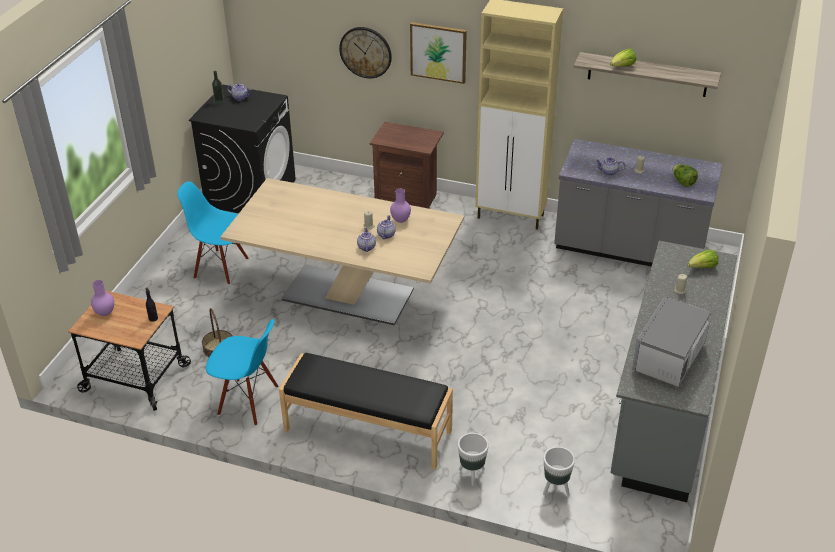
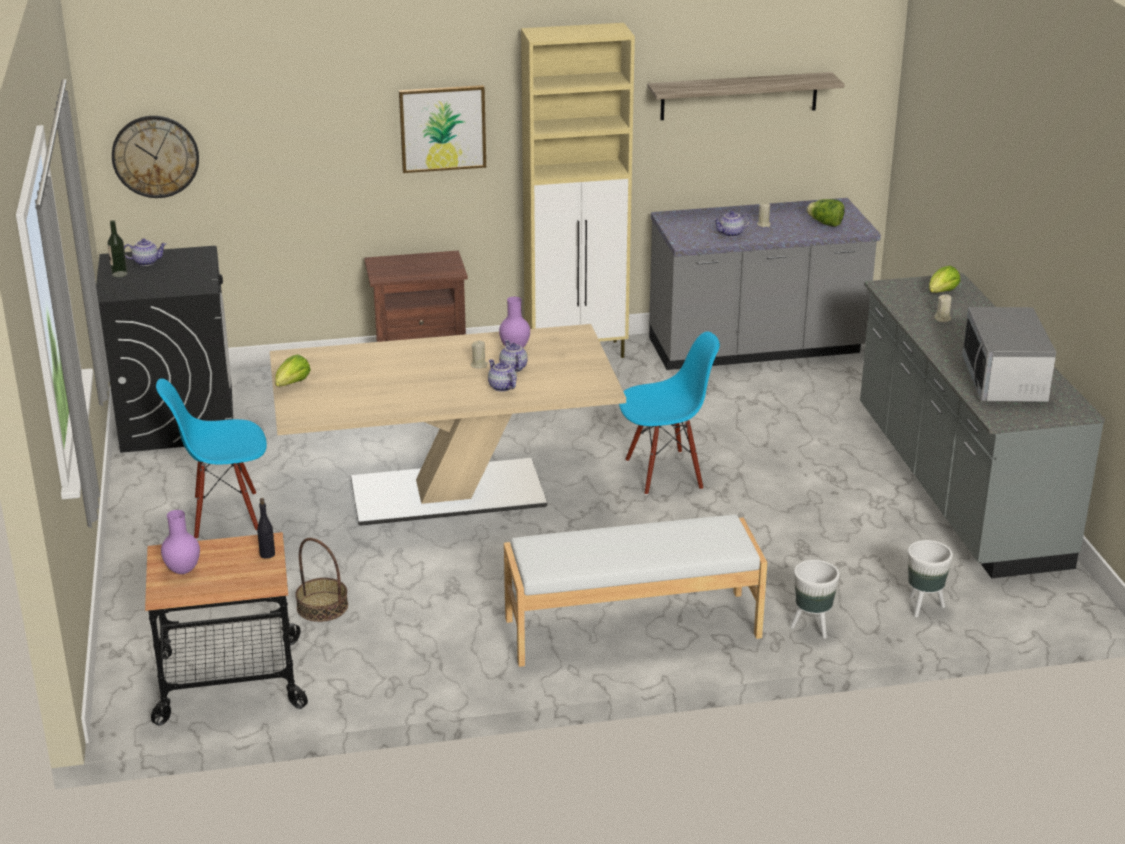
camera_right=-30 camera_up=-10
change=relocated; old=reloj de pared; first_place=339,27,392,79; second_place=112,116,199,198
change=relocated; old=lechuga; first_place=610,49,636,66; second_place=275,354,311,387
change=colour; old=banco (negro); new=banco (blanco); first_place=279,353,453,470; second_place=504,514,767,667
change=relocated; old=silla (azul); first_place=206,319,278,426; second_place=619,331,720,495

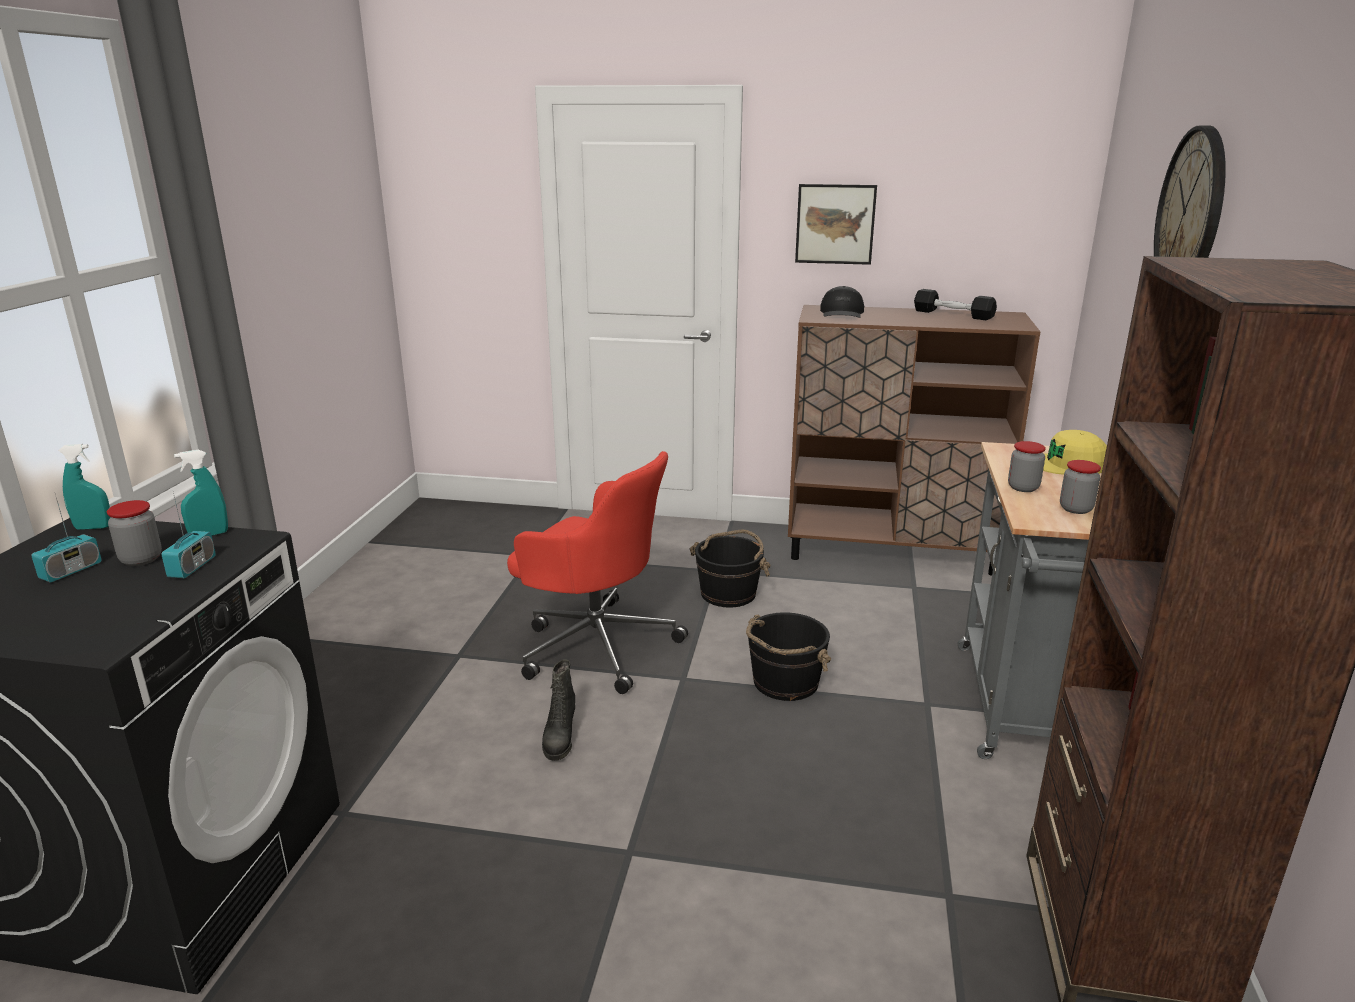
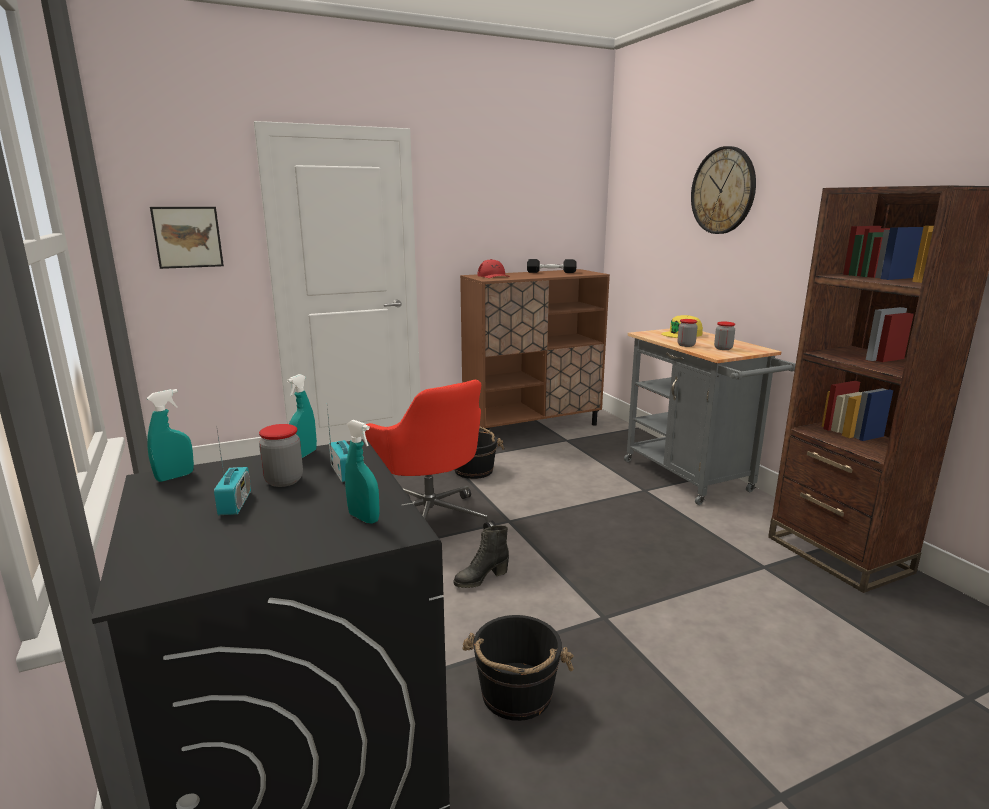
camera_right=-35 camera_up=-5
change=relocated; old=cuadro; first_place=795,184,877,265; second_place=150,207,224,269
change=appeared; new=pulverizador (turquesa); second_place=345,420,380,524
change=spun; old=silla de oficina (rojo); first_place=507,451,688,694; second_place=365,380,496,529; degrees=60
change=spun; old=bota (negro); first_place=542,659,575,761; second_place=454,526,509,588; degrees=90
change=relocated; old=cubo (negro); first_place=746,612,831,701; second_place=462,615,574,721
change=colour; old=gorra (negro); new=gorra (rojo); first_place=820,286,864,318; second_place=478,259,510,278

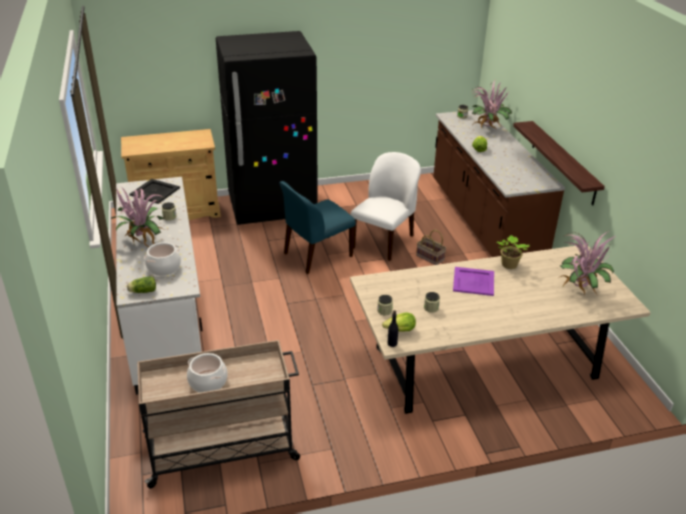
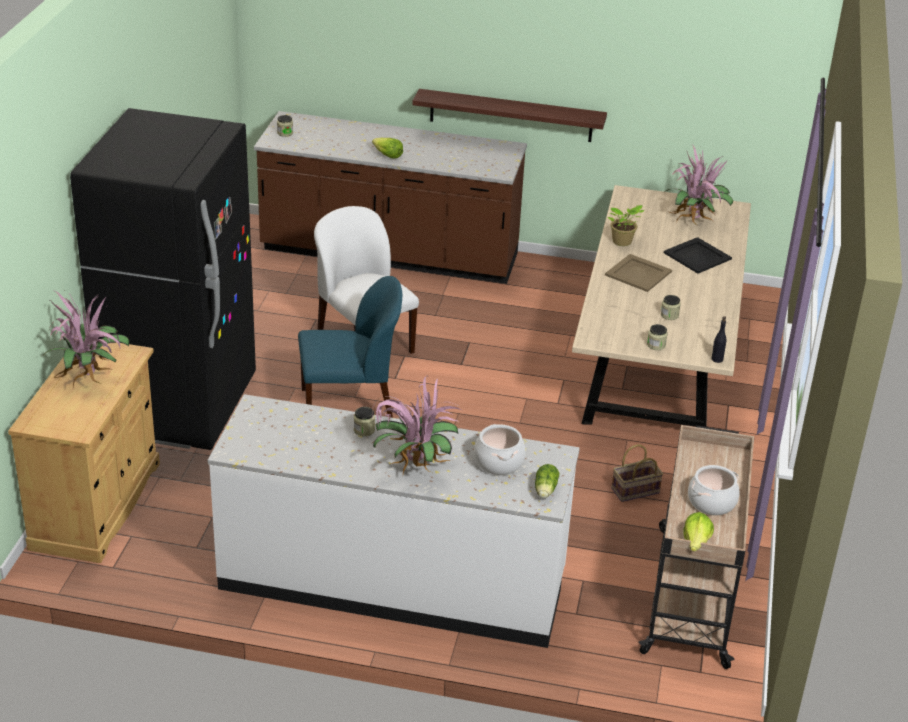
camera_right=-65 camera_up=0
change=relocated; old=planta en maceta; first_place=472,80,512,129; second_place=44,291,129,388
change=spun; old=silla (azul); first_place=279,181,356,274; second_place=298,276,402,418; degrees=-90
change=colour; old=bandeja (morado); new=bandeja (beis); first_place=453,267,494,296; second_place=605,254,672,292
change=relocated; old=cesta; first_place=416,230,446,265; second_place=612,444,663,502
change=relocated; old=bandeja (negro); first_place=129,179,180,204; second_place=664,237,732,273
change=relocated; old=lechuga; first_place=382,312,416,332; second_place=683,512,714,552

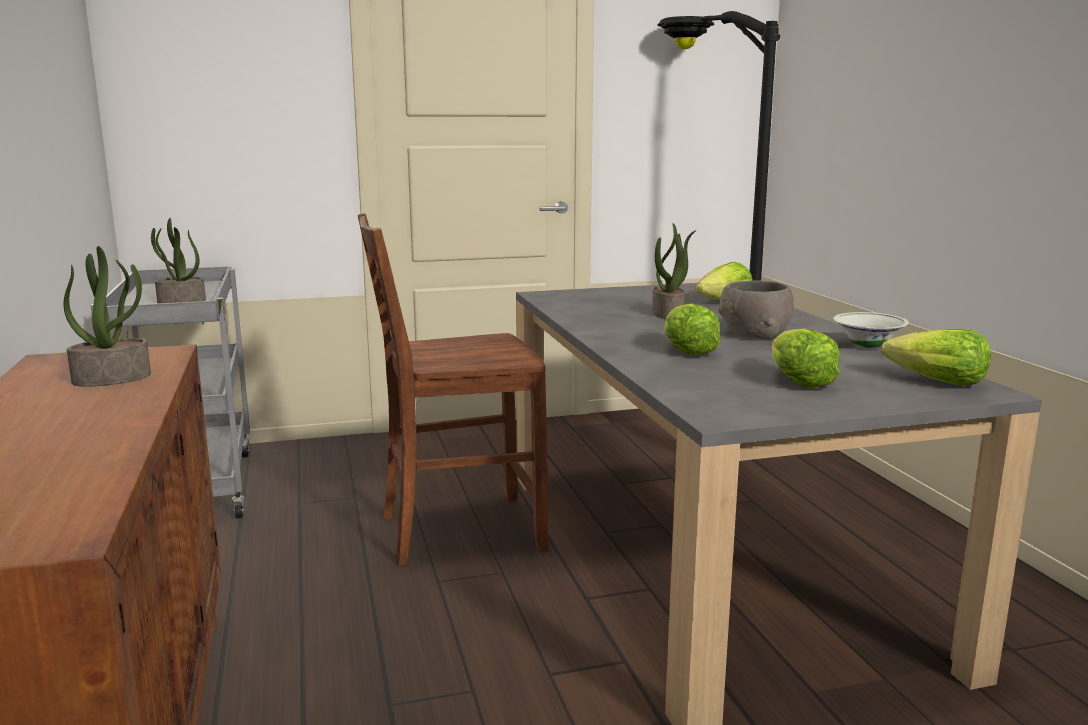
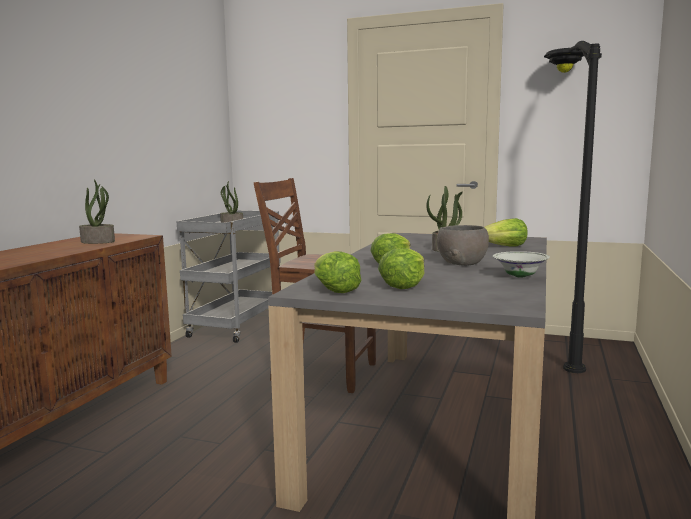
camera_right=35 camera_up=-5
change=relocated; old=lechuga; first_place=881,329,991,386; second_place=314,251,361,293

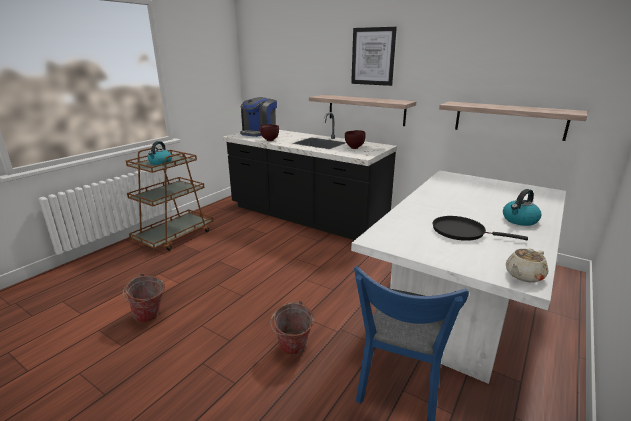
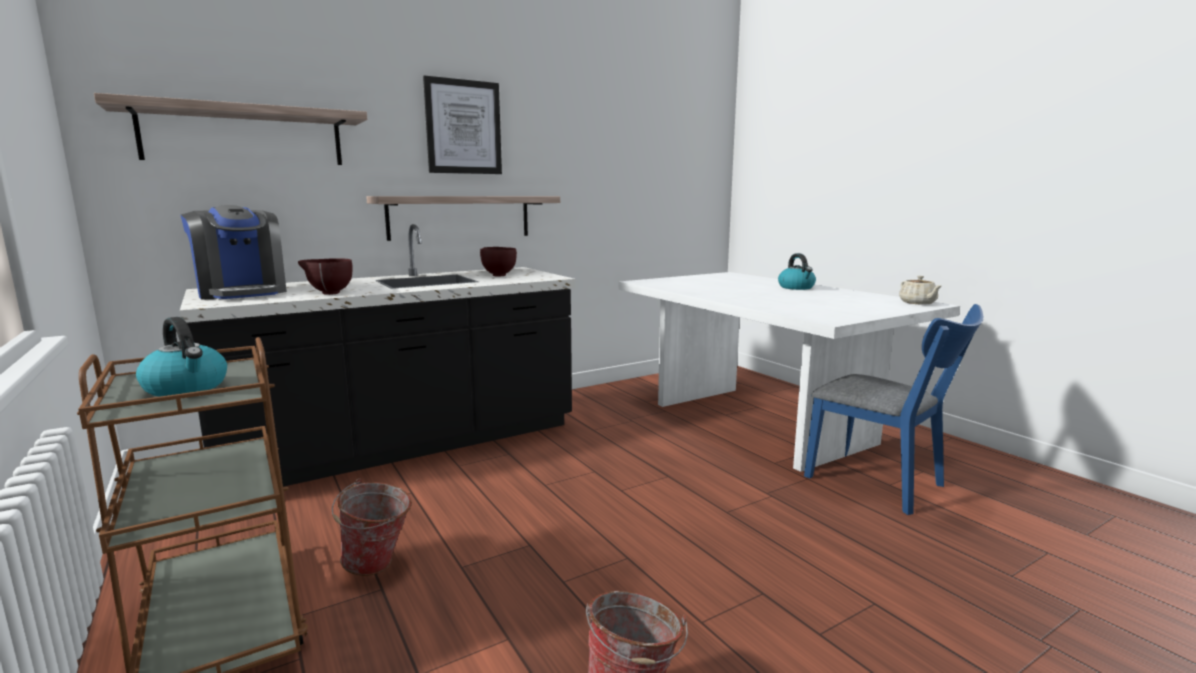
camera_right=-65 camera_up=-10
change=relocated; old=estante; first_place=439,101,587,141; second_place=94,93,367,165
change=relocated; old=cubo; first_place=271,301,314,355; second_place=332,479,412,576
change=missing; old=sartén (negro); first_place=433,216,528,241

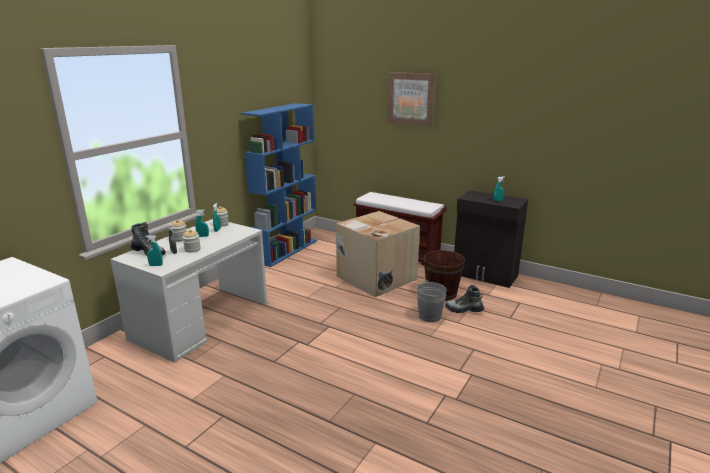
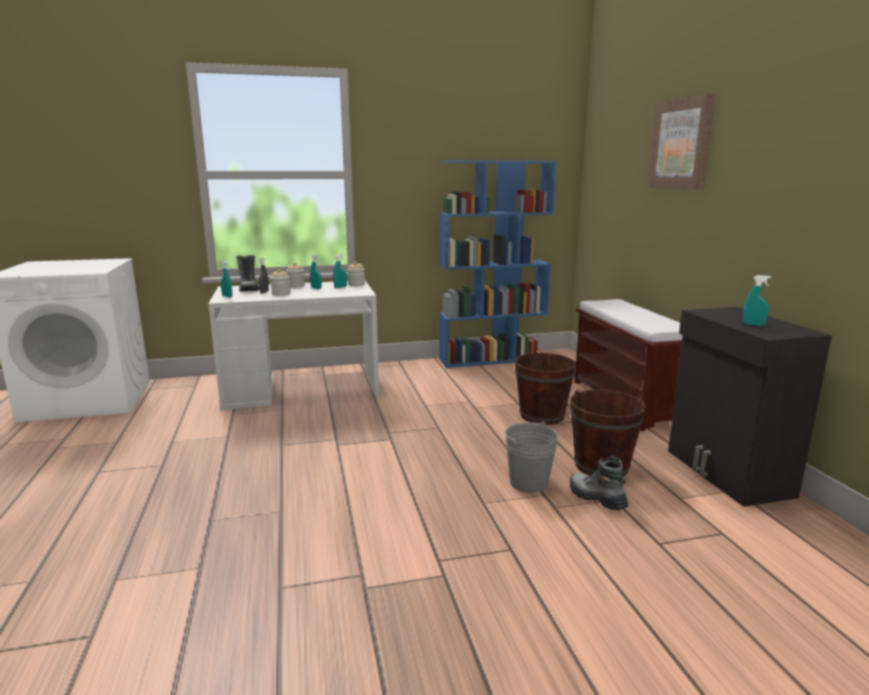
camera_right=45 camera_up=-5
change=exchanged; old=caja de cartón; new=cubo (marrón); first_place=336,211,420,297; second_place=515,353,576,425

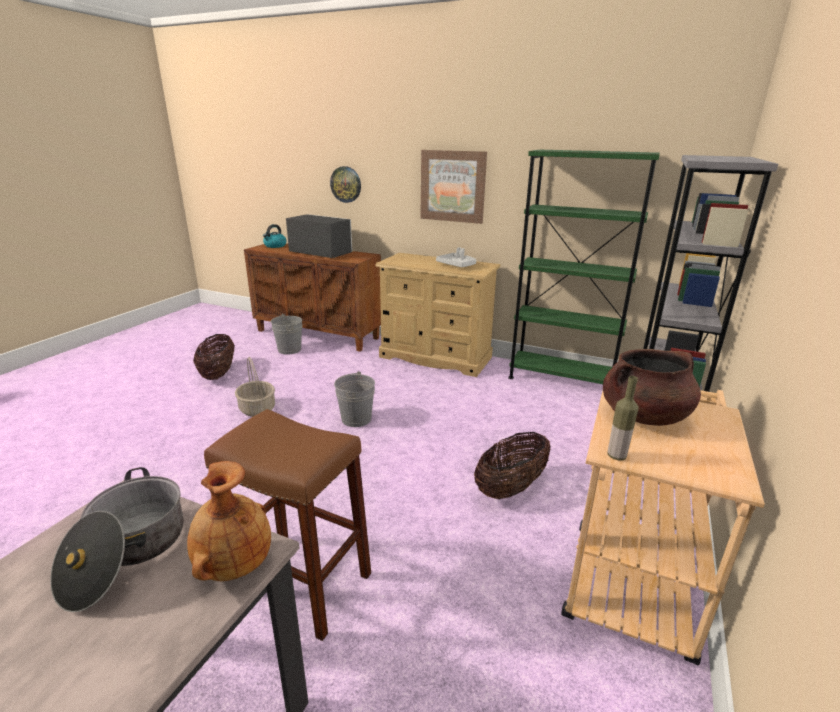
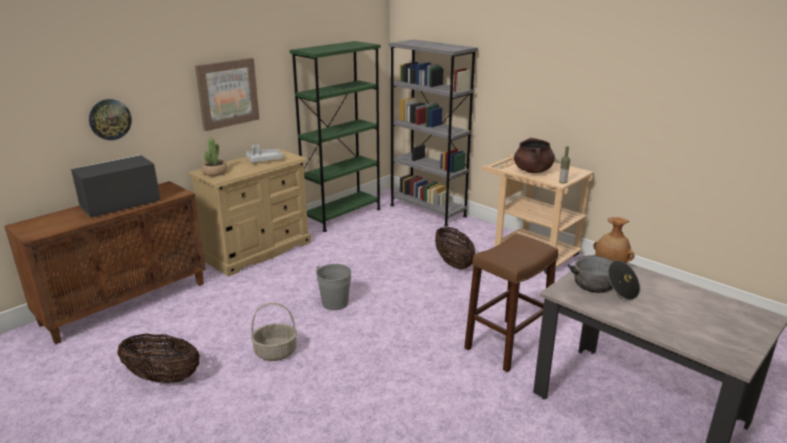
camera_right=-70 camera_up=0
change=appeared; new=planta en maceta; second_place=202,138,227,176
change=missing; old=hervidor; first_place=263,224,286,248
change=missing; old=cubo (gris); first_place=271,314,302,355

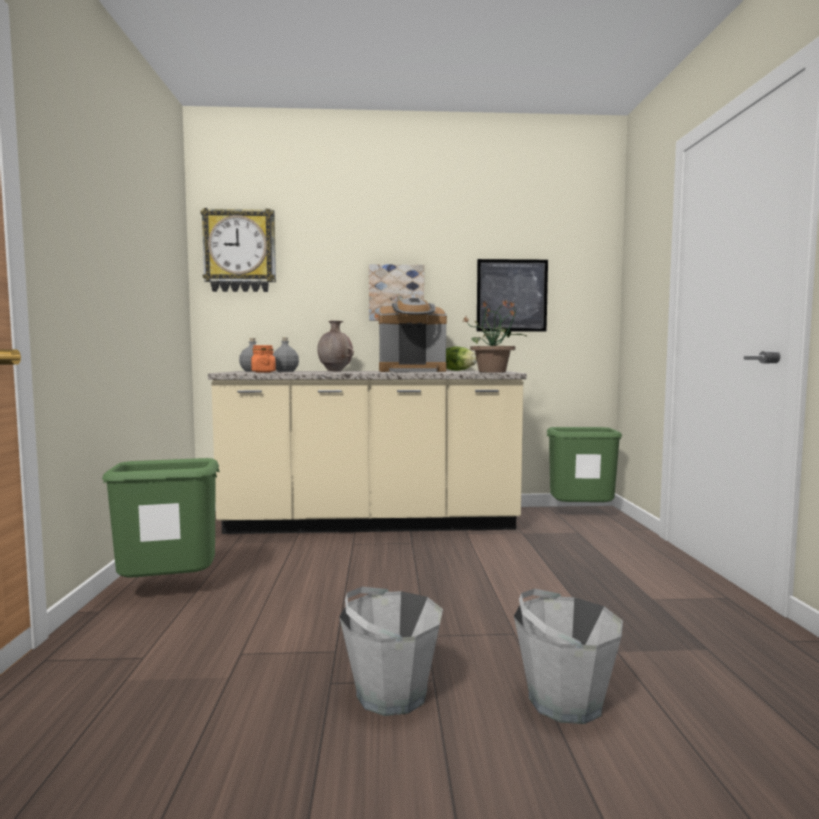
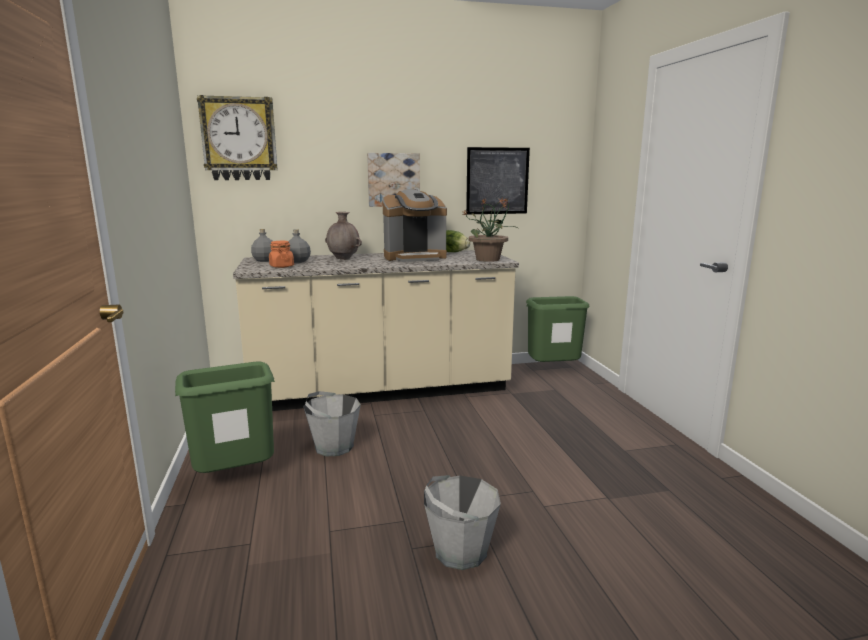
camera_right=-10 camera_up=10
change=relocated; old=cubo (gris); first_place=514,589,623,724; second_place=303,391,361,456

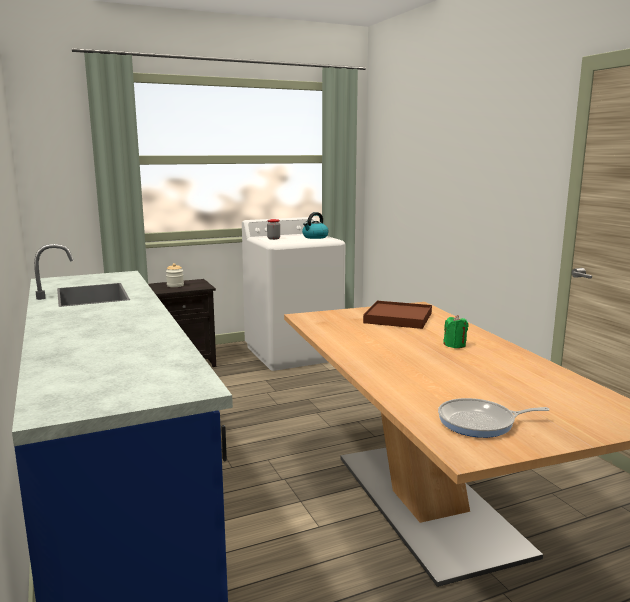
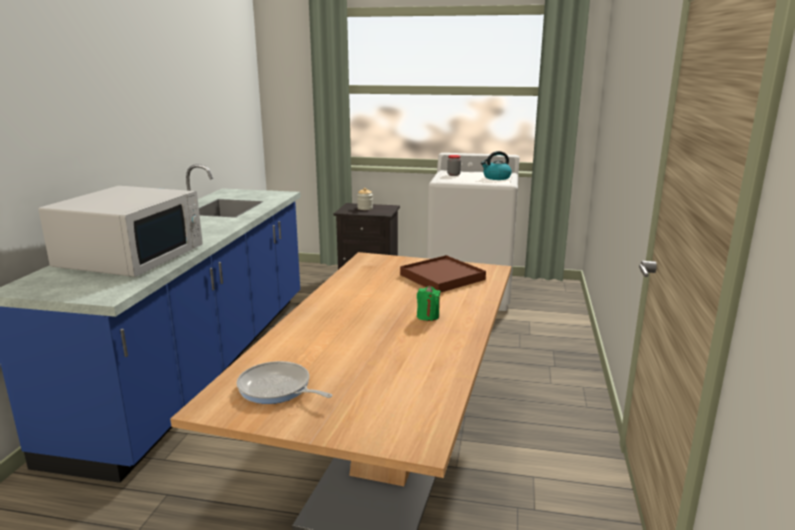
camera_right=35 camera_up=5
change=appeared; new=microondas (blanco); second_place=38,186,203,277

